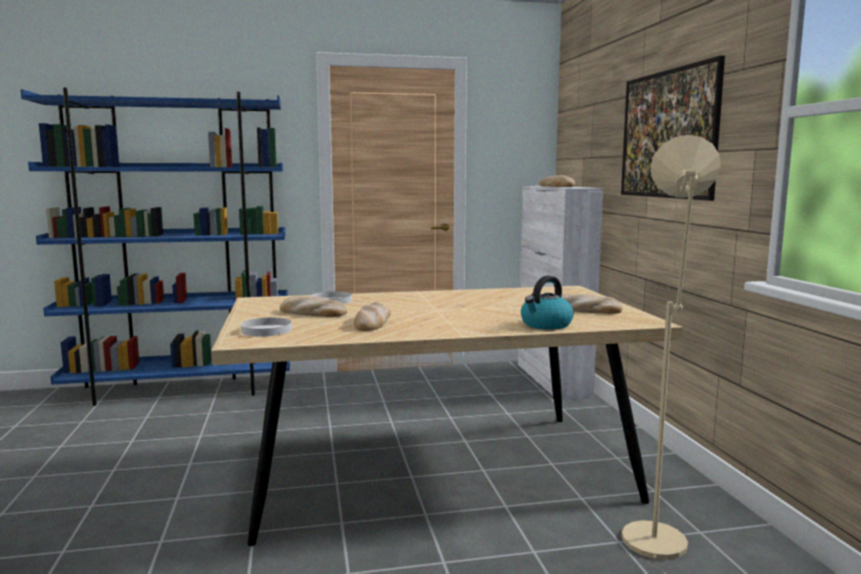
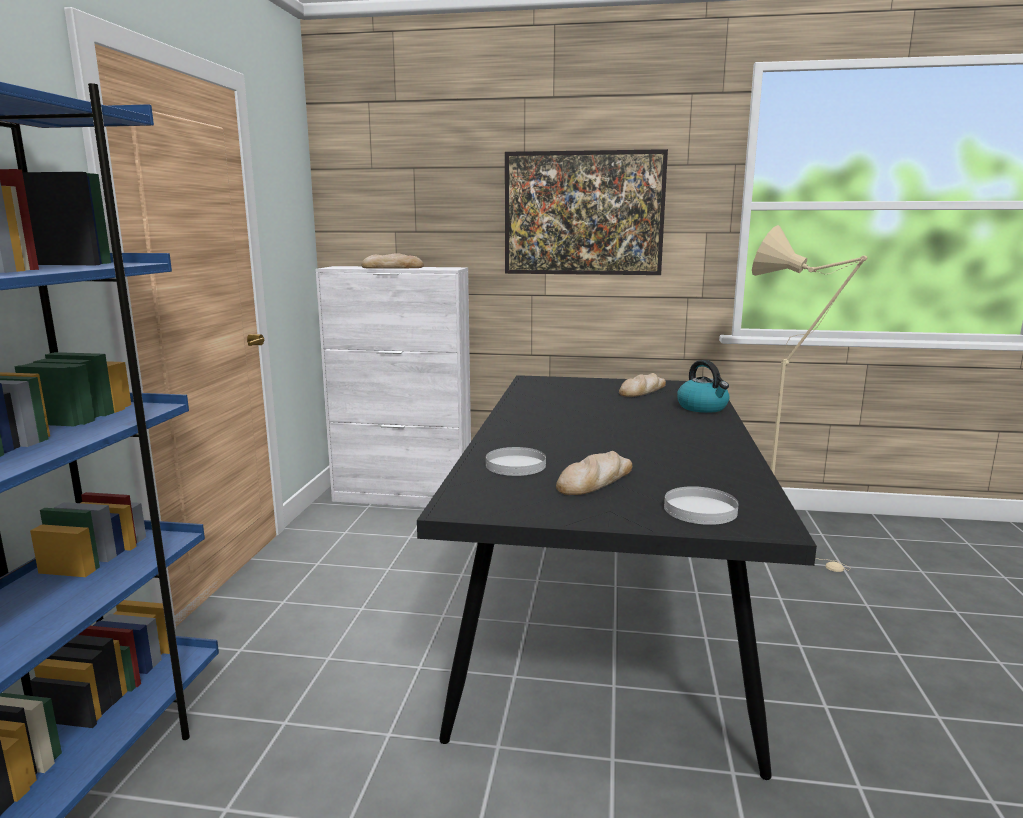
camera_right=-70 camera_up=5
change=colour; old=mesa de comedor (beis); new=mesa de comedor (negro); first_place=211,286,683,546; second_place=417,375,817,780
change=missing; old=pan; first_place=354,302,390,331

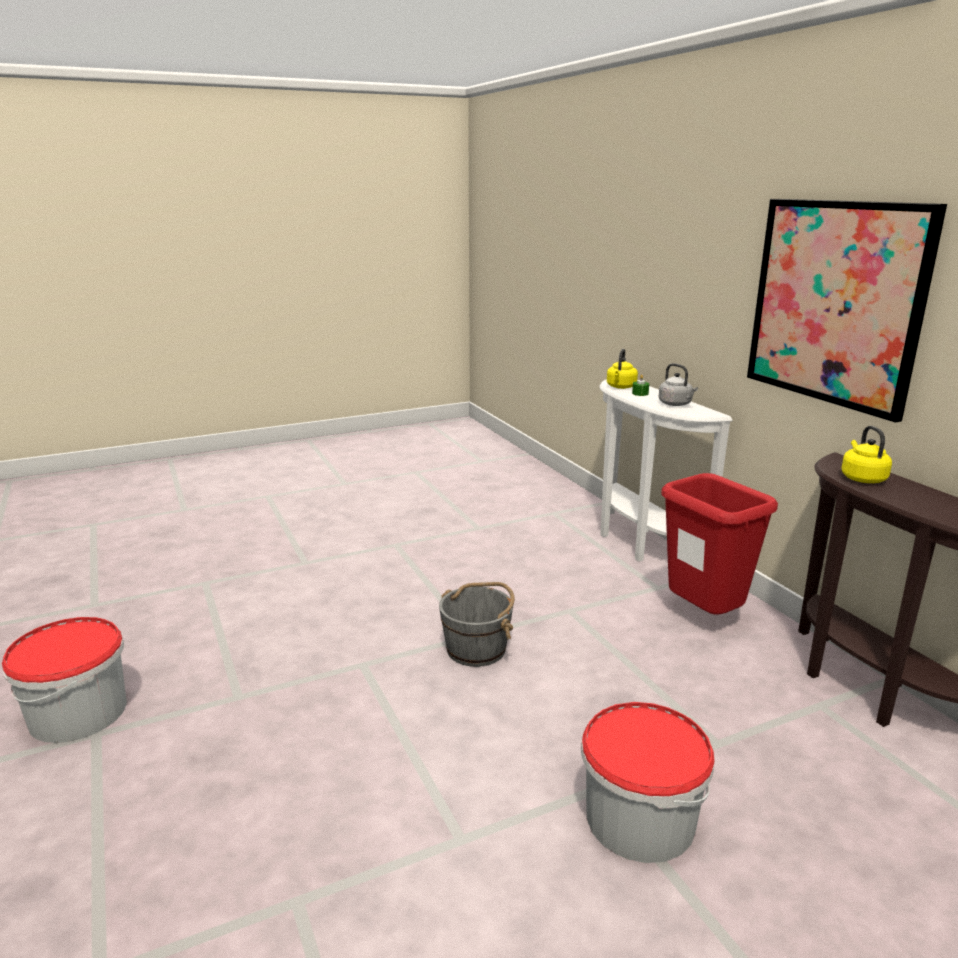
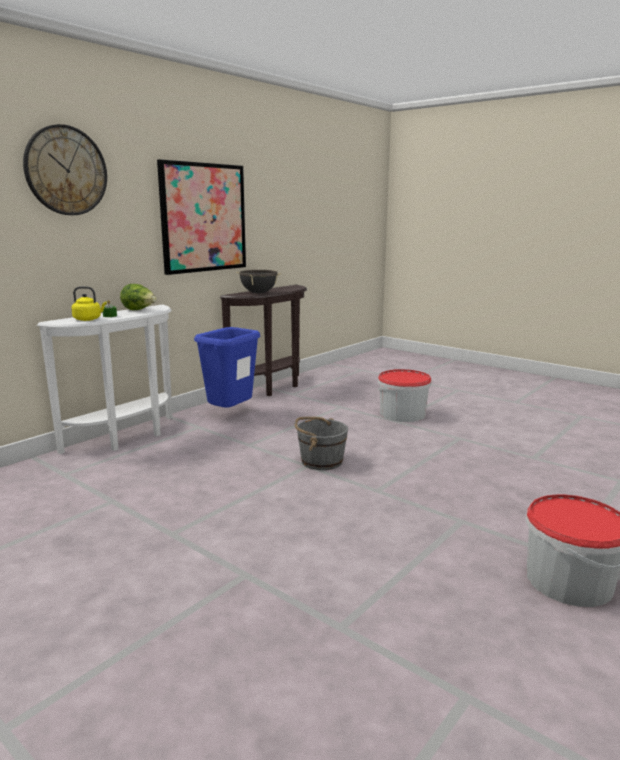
camera_right=-115 camera_up=-5
change=appeared; new=reloj de pared; second_place=23,124,107,215
change=exchanged; old=hervidor (gris); new=lechuga; first_place=659,363,698,406; second_place=120,284,157,310
change=colour; old=papelera (rojo); new=papelera (azul); first_place=661,473,778,614; second_place=194,327,260,408
change=exchanged; old=hervidor (amarillo); new=olla (negro); first_place=841,426,892,483; second_place=236,270,281,293

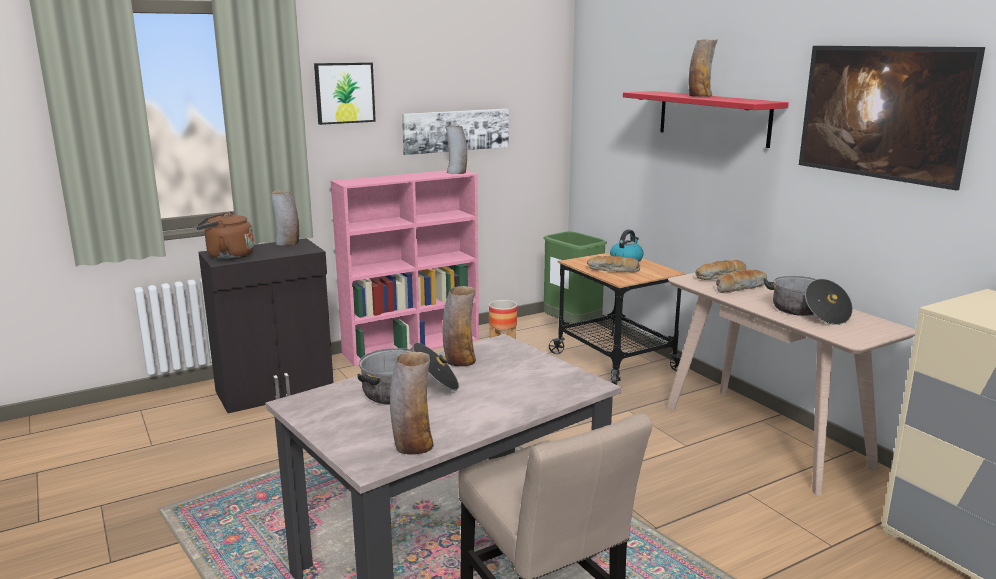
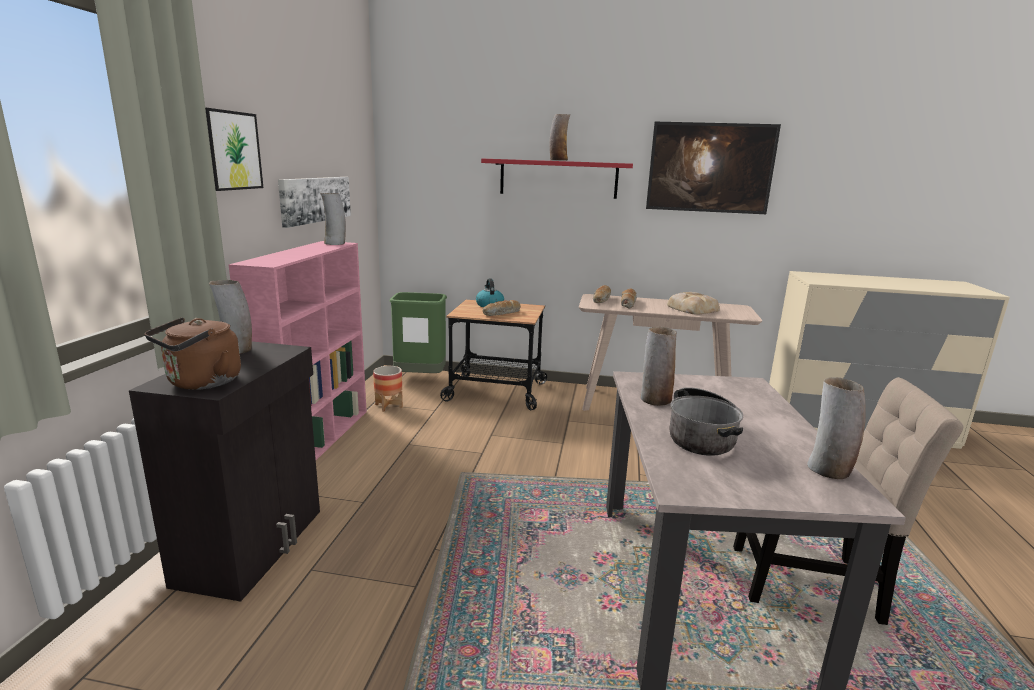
camera_right=-50 camera_up=0
change=exchanged; old=olla; new=pan; first_place=763,276,853,325; second_place=667,292,720,315

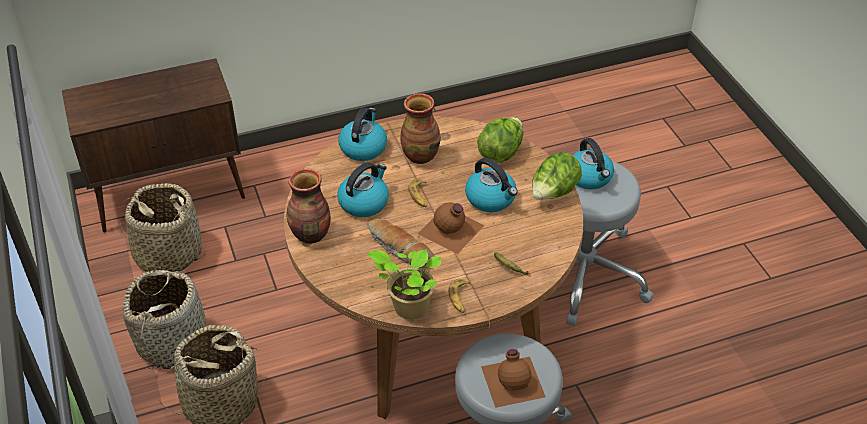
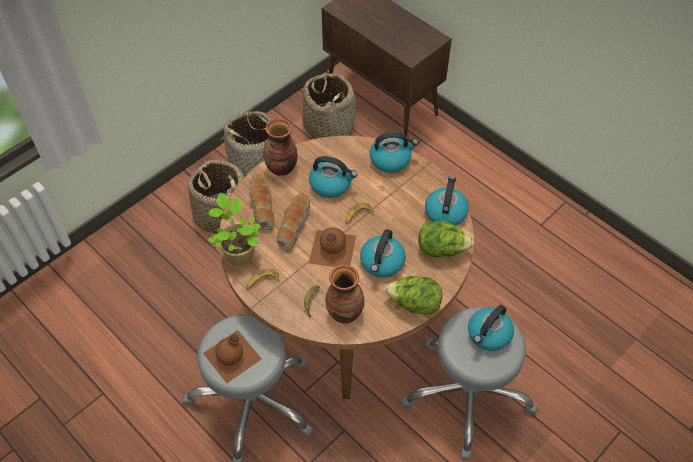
camera_right=65 camera_up=10
change=appeared; new=pan; second_place=249,174,275,231
change=relocated; old=florero; first_place=401,93,441,164; second_place=325,265,365,323
change=appeared; new=hervidor; second_place=425,176,469,226

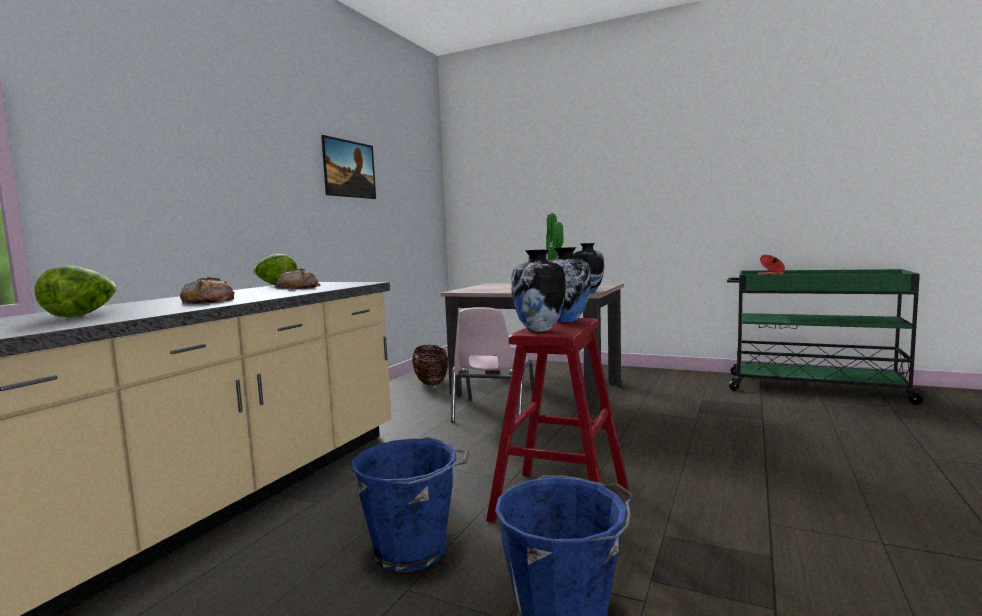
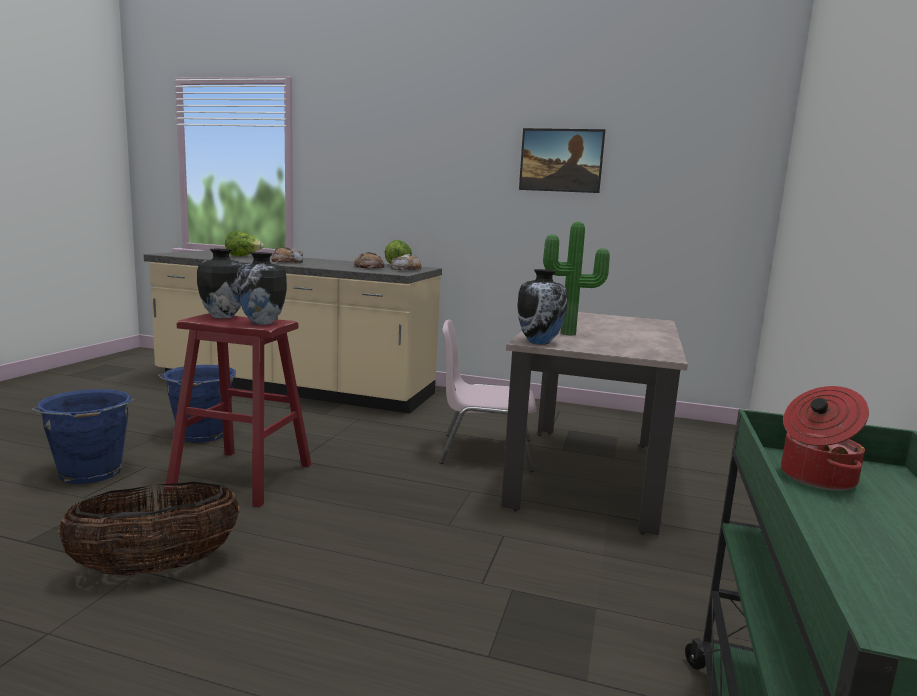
camera_right=80 camera_up=5
change=relocated; old=cesta; first_place=412,345,448,386; second_place=57,482,240,576
change=appeared; new=pan; second_place=391,254,422,270

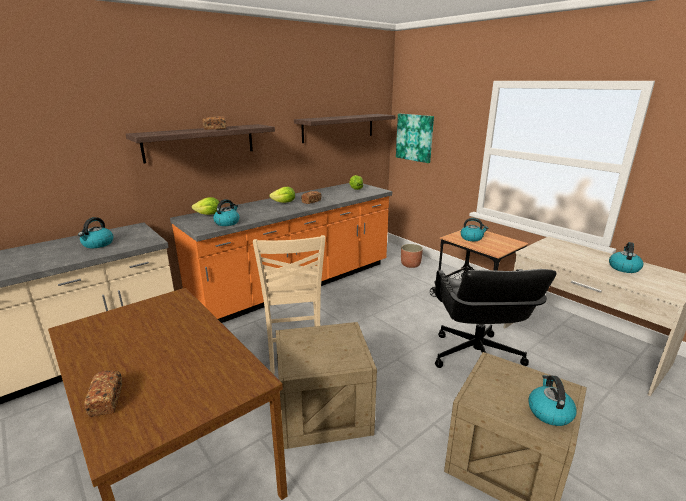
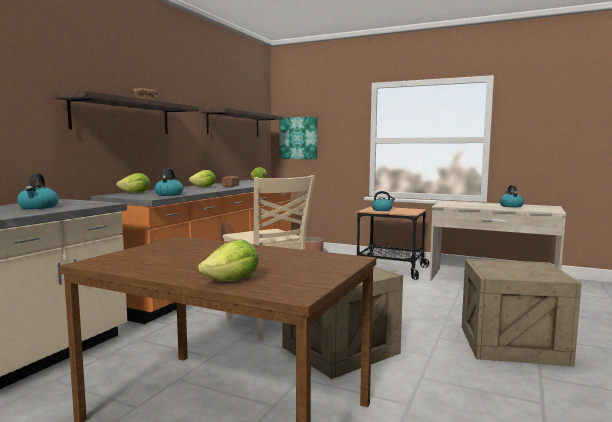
camera_right=-25 camera_up=-15
change=exchanged; old=pan; new=lechuga; first_place=84,370,122,417; second_place=198,239,259,281
change=missing; old=silla de oficina (negro); first_place=435,269,557,368
change=missing; old=hervidor; first_place=528,375,577,426

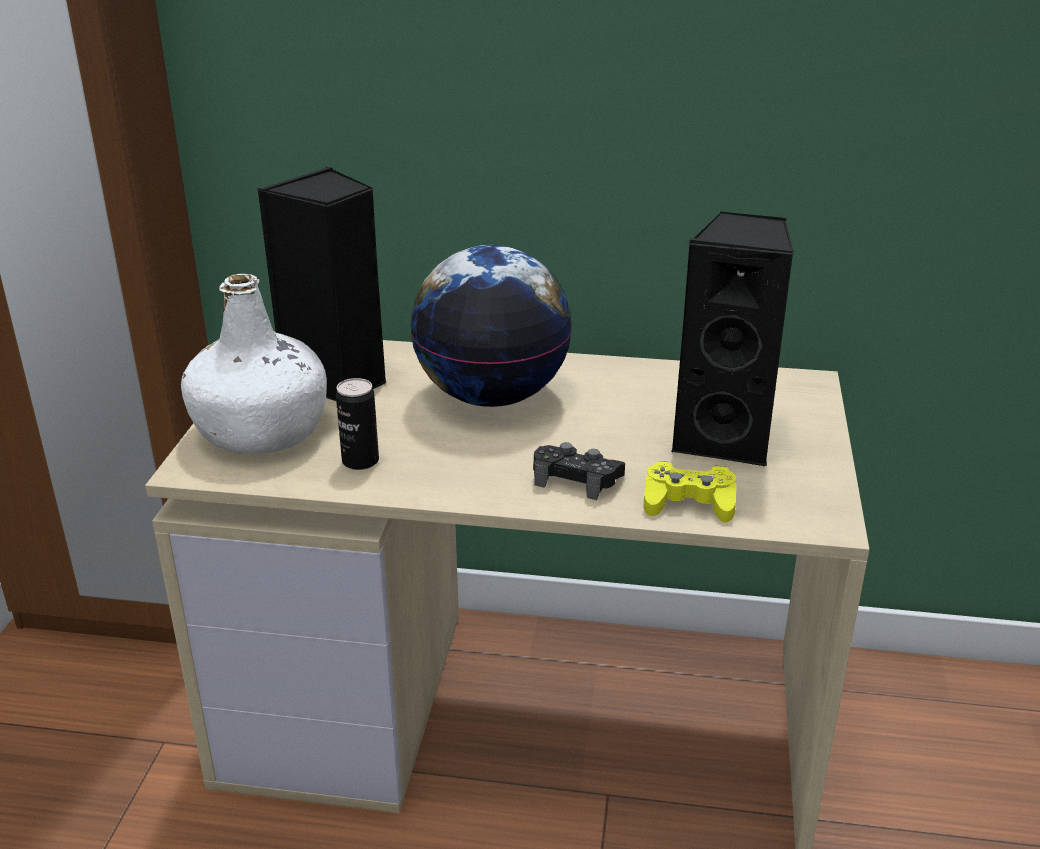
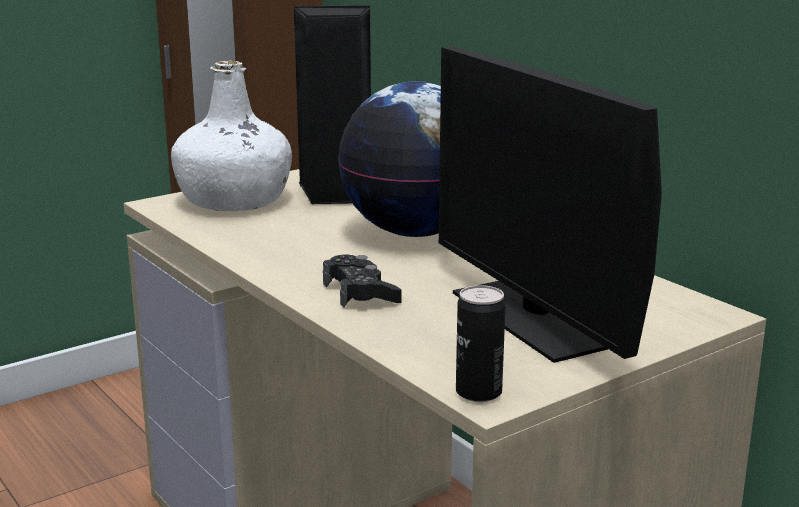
camera_right=45 camera_up=-10
change=exchanged; old=altavoz (negro); new=monitor; first_place=671,212,794,467; second_place=439,46,662,363
change=relocated; old=lata; first_place=336,378,379,470; second_place=456,285,506,402
change=missing; old=mando de consola (amarillo); first_place=643,461,736,523

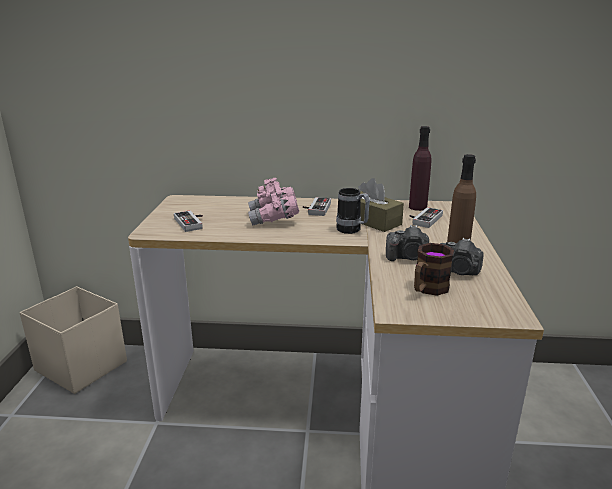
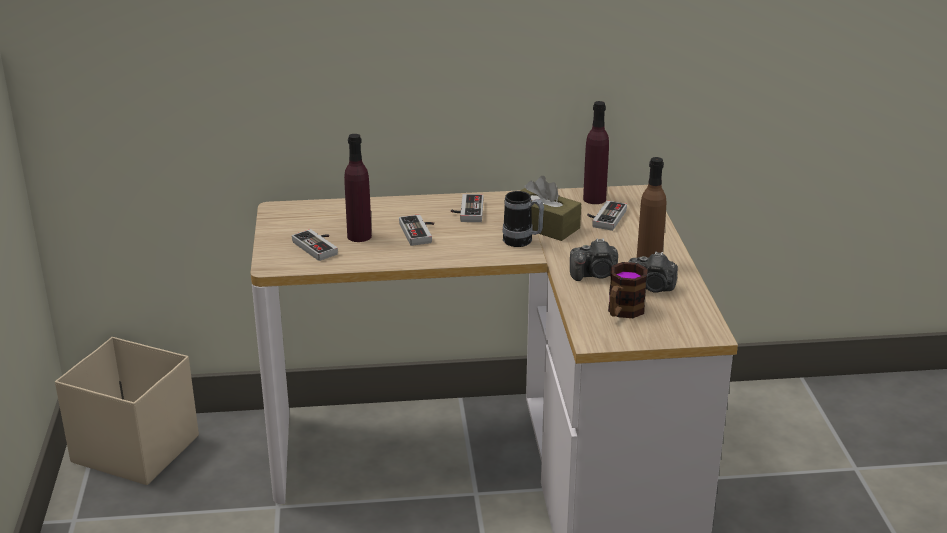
camera_right=-10 camera_up=5
change=appeared; new=botella (morado); second_place=344,134,372,242
change=exchanged; old=prismáticos (rosa); new=mando de consola; first_place=248,178,299,225; second_place=399,214,434,246

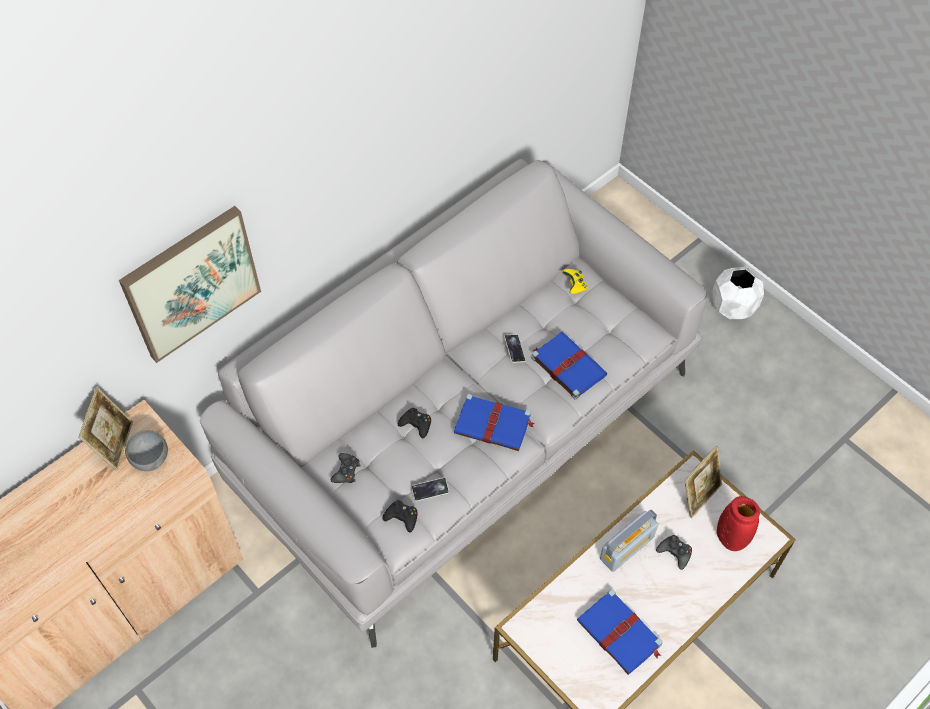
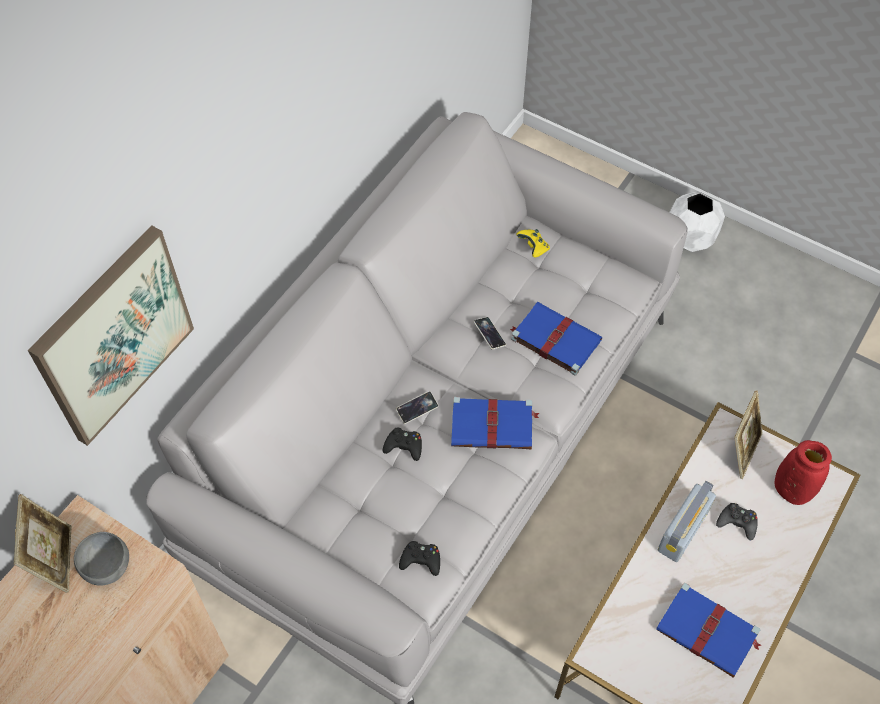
camera_right=-15 camera_up=0
change=relocated; old=móvil; first_place=411,478,449,501; second_place=396,391,439,424
change=missing; old=mando de consola (negro); first_place=331,453,361,483

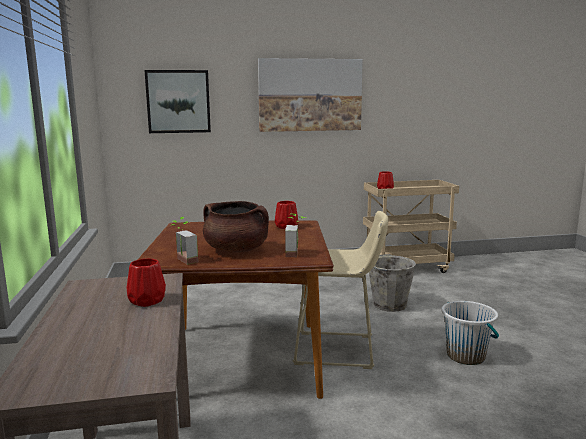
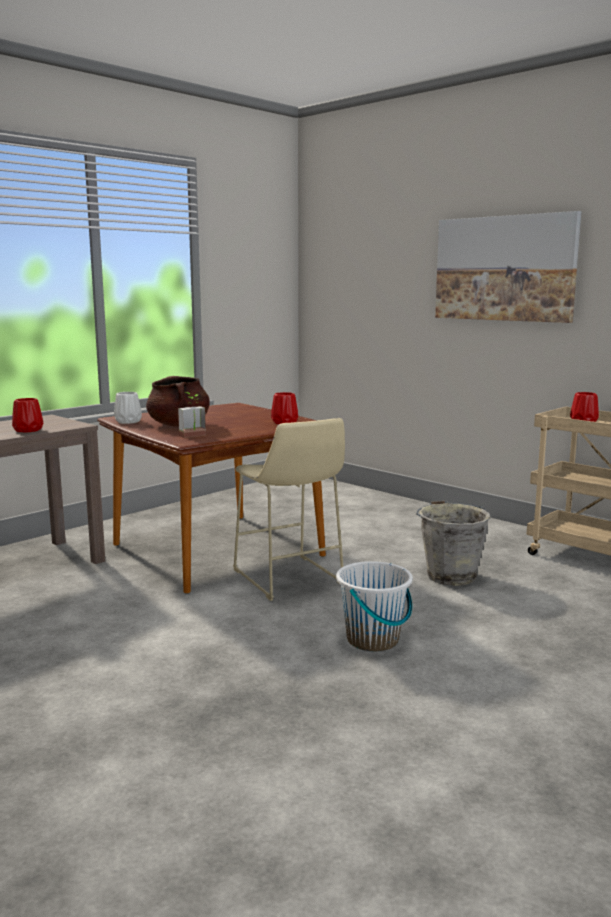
camera_right=55 camera_up=0
change=exchanged; old=planta en maceta; new=florero (blanco); first_place=170,217,198,265; second_place=114,392,142,424
change=missing; old=cuadro; first_place=145,70,211,133

